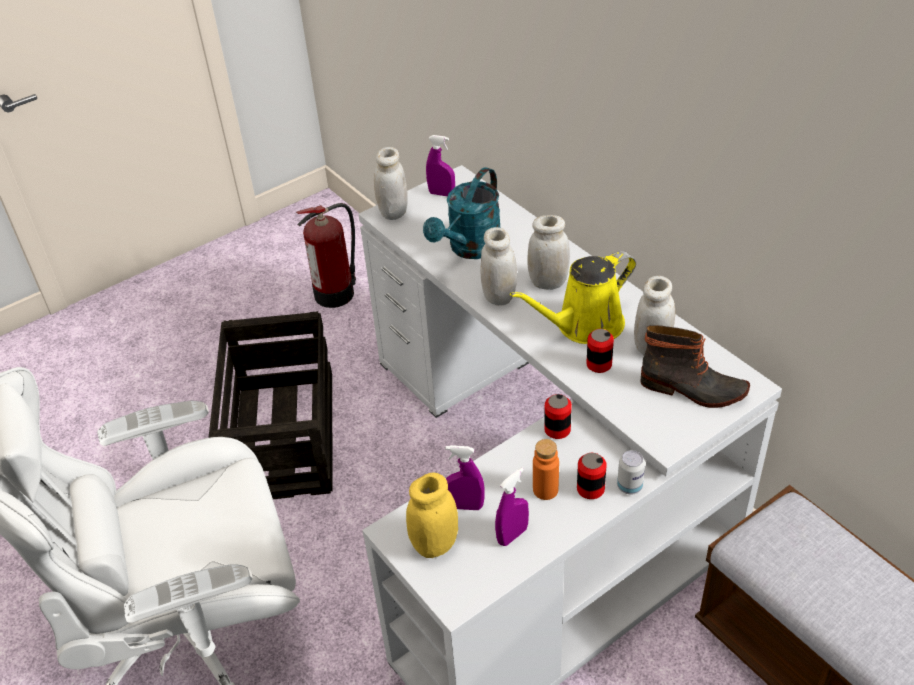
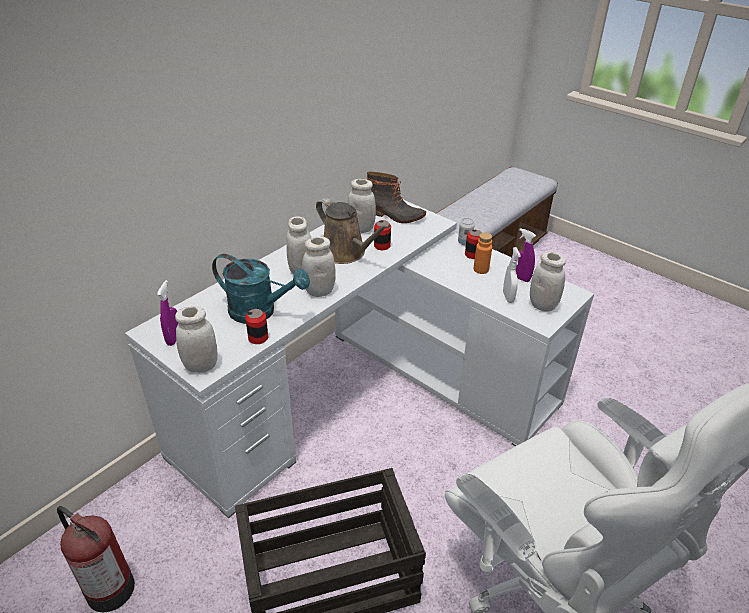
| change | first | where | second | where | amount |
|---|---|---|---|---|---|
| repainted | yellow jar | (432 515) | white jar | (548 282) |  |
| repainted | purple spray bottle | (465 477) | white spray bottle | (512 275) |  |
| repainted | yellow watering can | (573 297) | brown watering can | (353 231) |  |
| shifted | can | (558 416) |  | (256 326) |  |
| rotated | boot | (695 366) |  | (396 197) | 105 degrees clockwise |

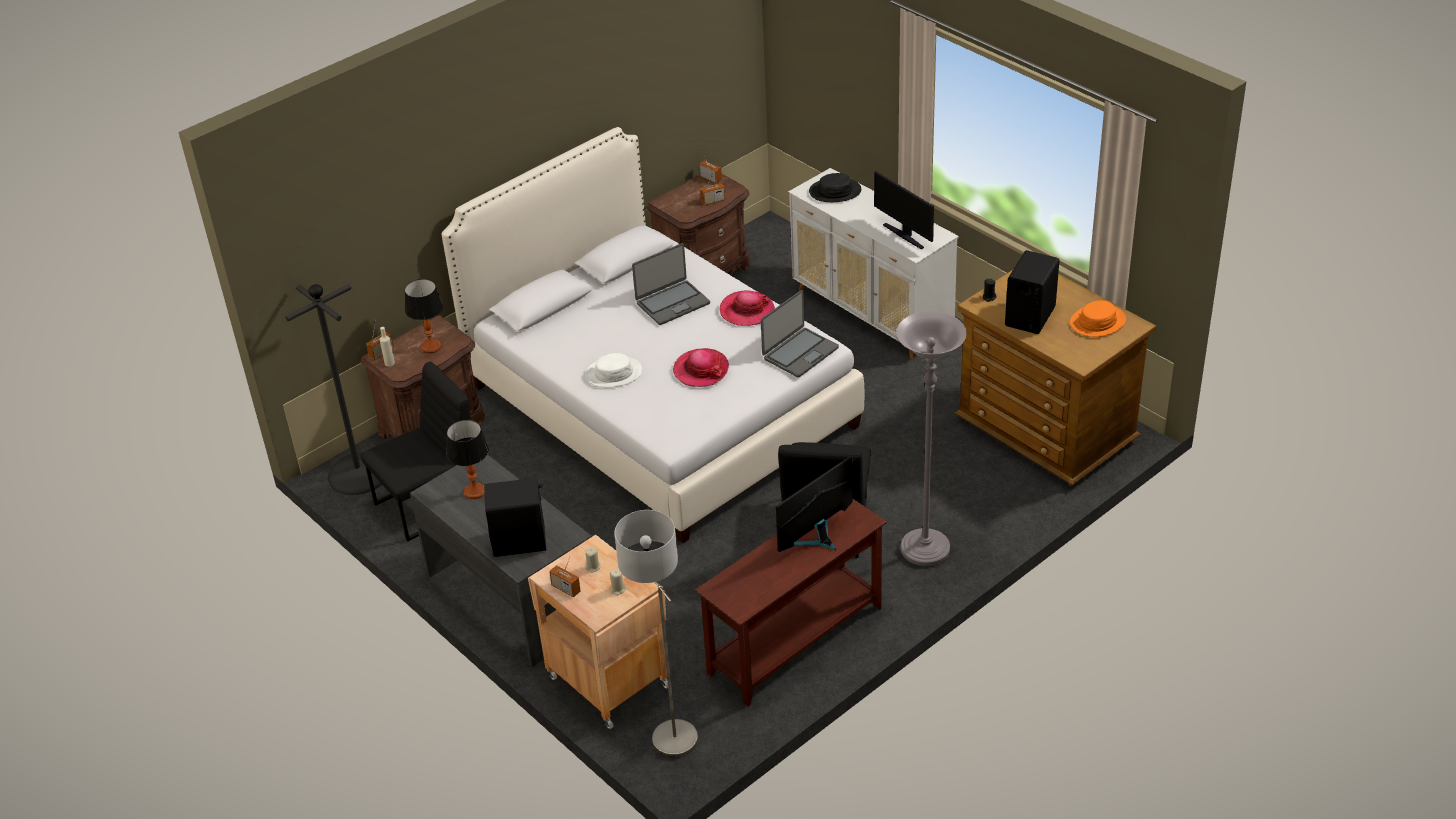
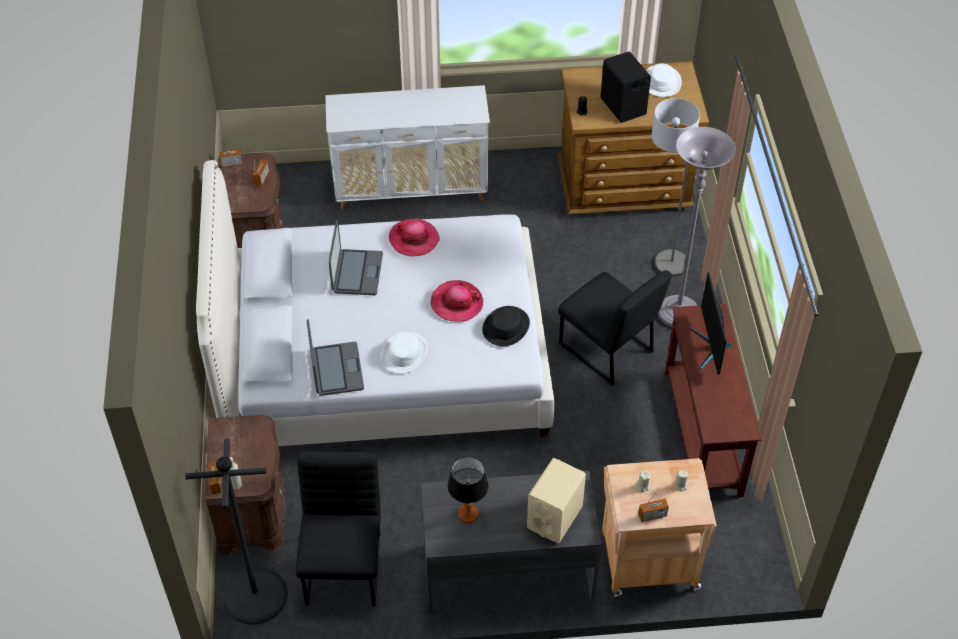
| change | first | where | second | where | amount |
|---|---|---|---|---|---|
| gone | table lamp | (424 316) |  |  |  |
| repainted | black speaker | (515 517) | beige speaker | (556 500) |  |
| shifted | grey floor lamp | (656 634) |  | (676 187) |  |
| shifted | laptop | (800 333) |  | (335 357) |  |
| shifted | black hat | (835 187) |  | (506 326) |  |
| gone | monitor | (904 210) |  |  |  |
| repainted | orange hat | (1098 318) | white hat | (664 80) |  |

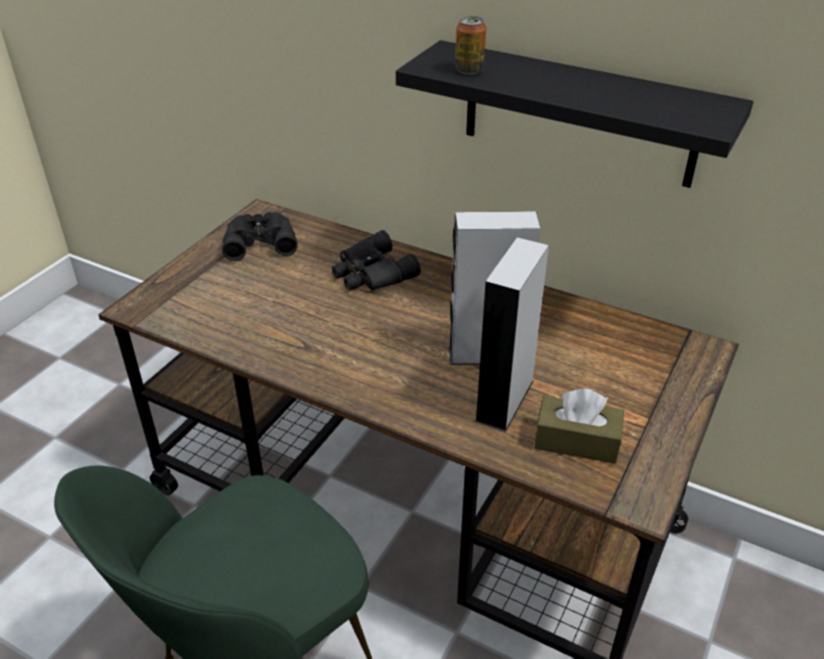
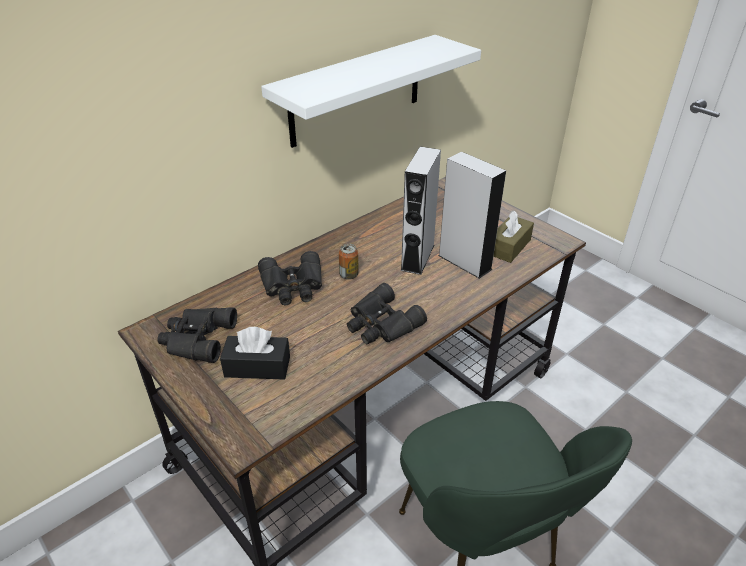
| change | first | where | second | where | amount |
|---|---|---|---|---|---|
| repainted | black shelf | (574 114) | white shelf | (371 91) |  |
| shifted | can | (470 45) |  | (348 262) |  |
| new |  |  | black tissue box | (255 353) |  |
| new |  |  | black binoculars | (387 313) |  |

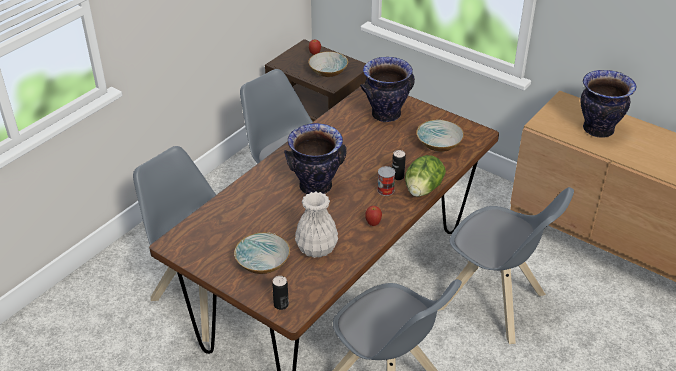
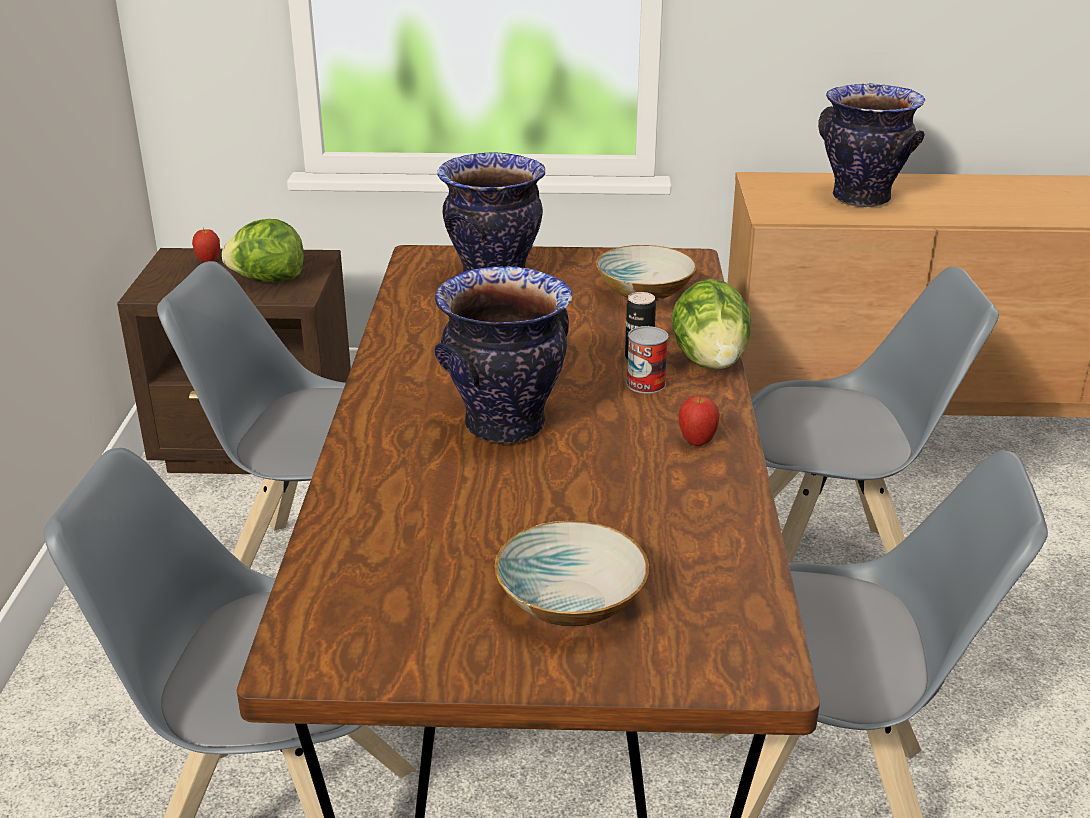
| change | first | where | second | where | amount |
|---|---|---|---|---|---|
| gone | can | (280 293) |  |  |  |
| gone | white vase | (316 225) |  |  |  |
| swapped | bowl | (328 64) | lettuce | (263 250) |  |

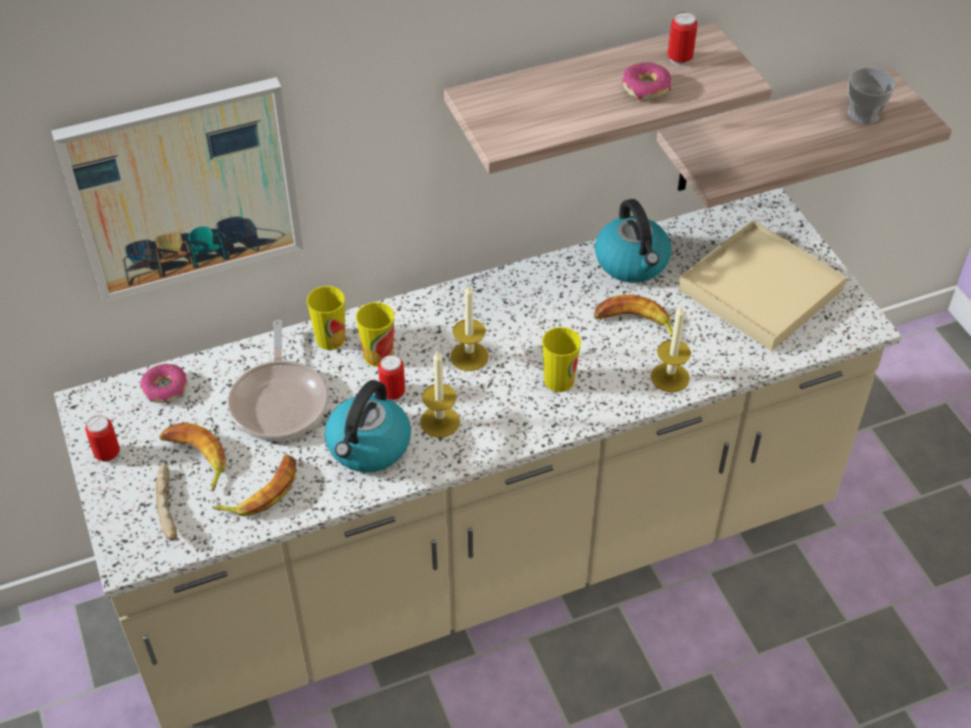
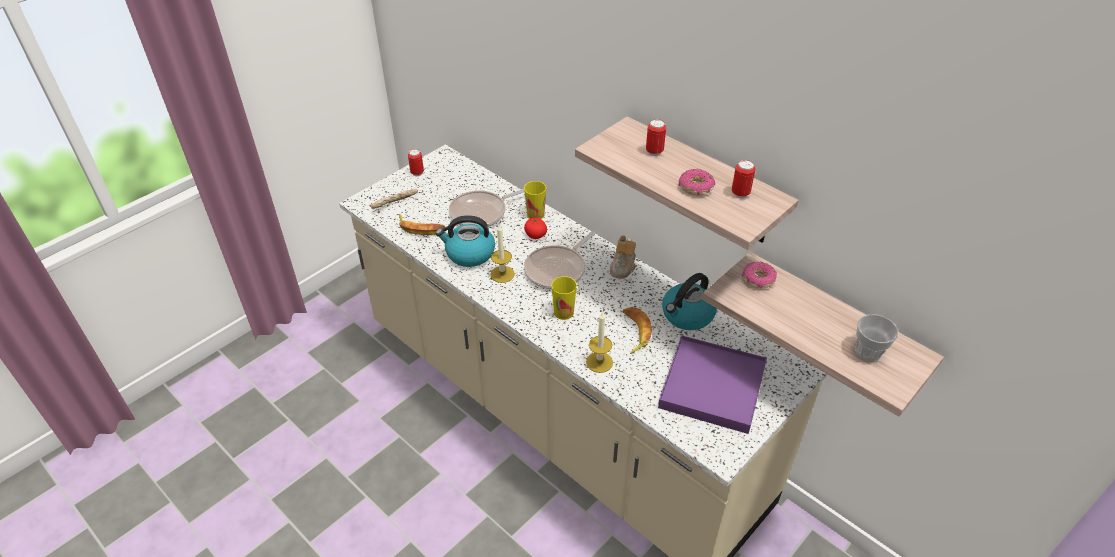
| change | first | where | second | where | amount |
|---|---|---|---|---|---|
| gone | picture | (177 190) |  |  |  |
| shifted | donut | (164 383) |  | (759 275) |  |
| gone | banana | (192 457) |  |  |  |
| swapped | cup | (375 334) | tomato | (535 228) |  |
| shifted | can | (391 378) |  | (656 137) |  |
| swapped | candle | (469 327) | frying pan | (559 261) |  |
| repainted | beige tray | (762 285) | purple tray | (712 384) |  |
| new |  |  | teapot | (623 257) |  |

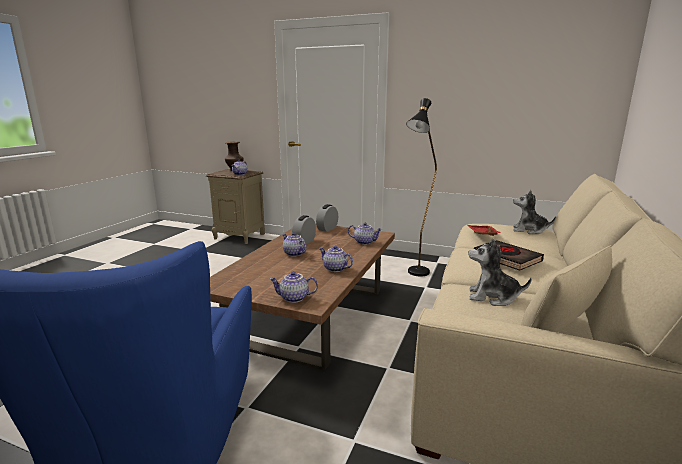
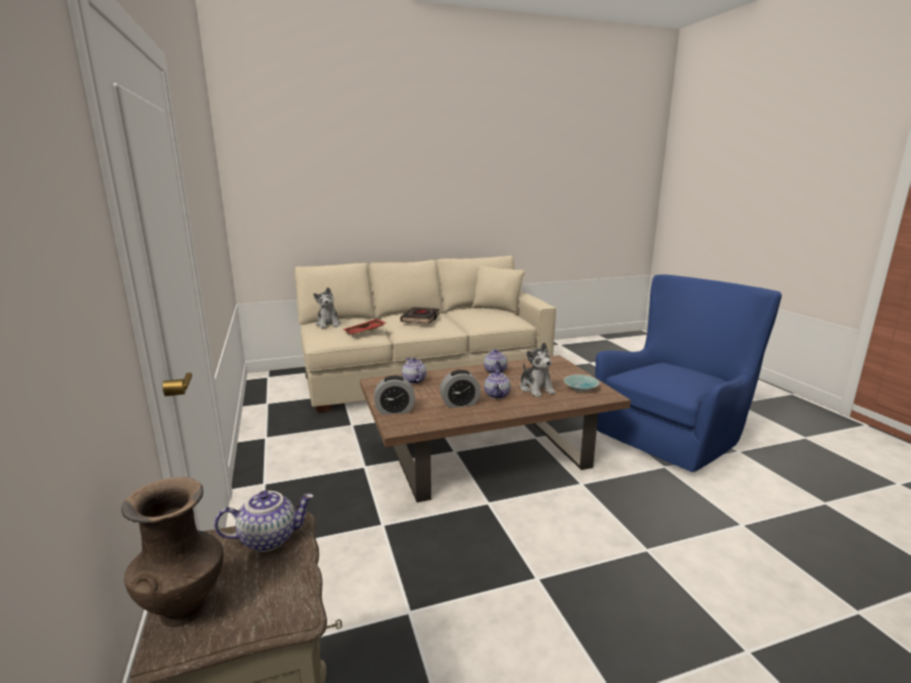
| change | first | where | second | where | amount |
|---|---|---|---|---|---|
| gone | teapot | (294 287) |  |  |  |
| gone | black floor lamp | (421 187) |  |  |  |
| shifted | plush toy | (500 272) |  | (538 369) |  |
| new |  |  | turquoise bowl | (581 383) |  |

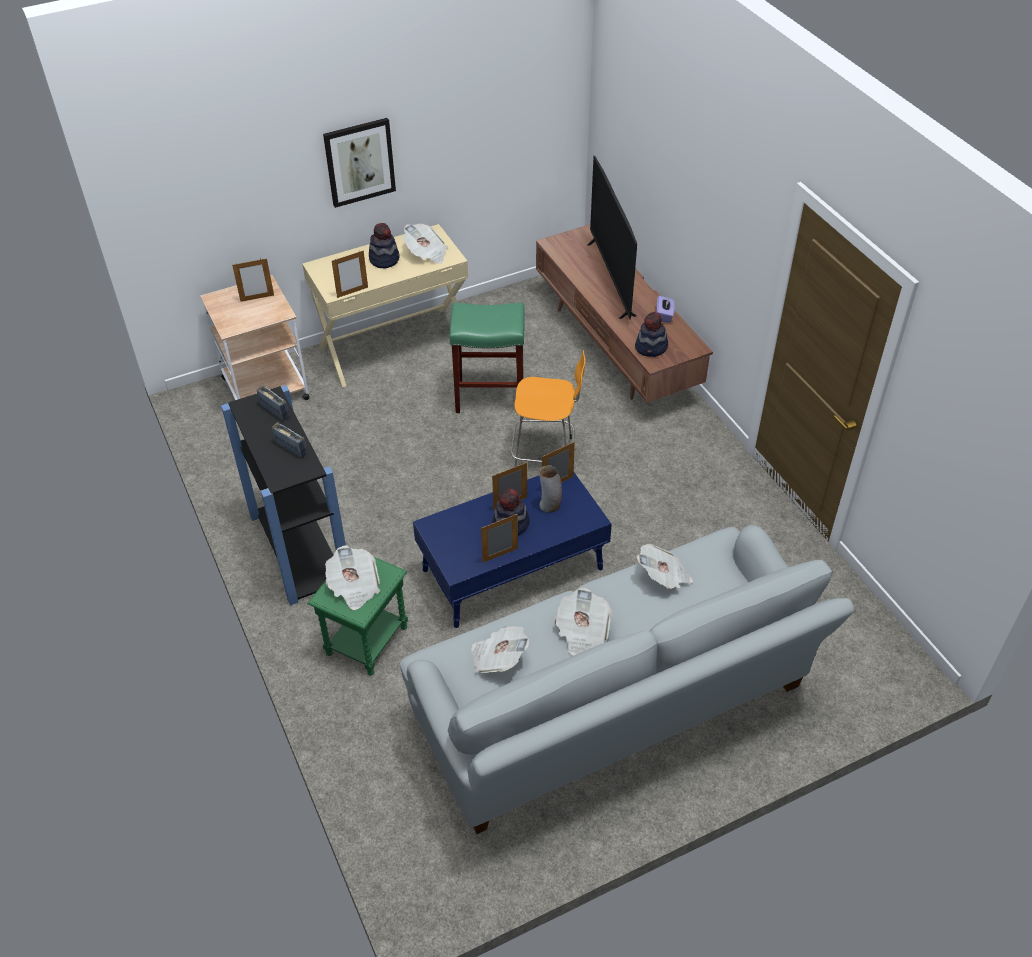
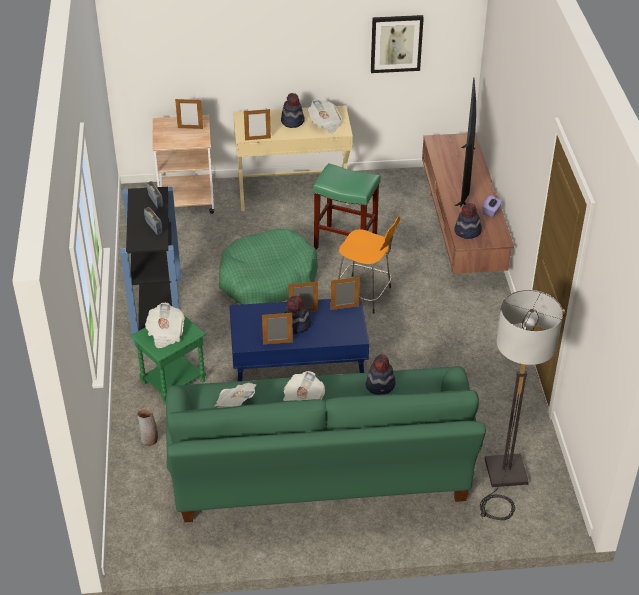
| change | first | where | second | where | amount |
|---|---|---|---|---|---|
| shifted | picture | (359 163) |  | (397 44) |  |
| repainted | grey sofa | (627 679) | green sofa | (326 444) |  |
| shifted | vase | (550 489) |  | (147 427) |  |
| swapped | newspaper | (664 566) | hat | (380 374) |  |
| new |  |  | green dog bed | (268 266) |  |
| new |  |  | floor lamp | (521 405) |  |

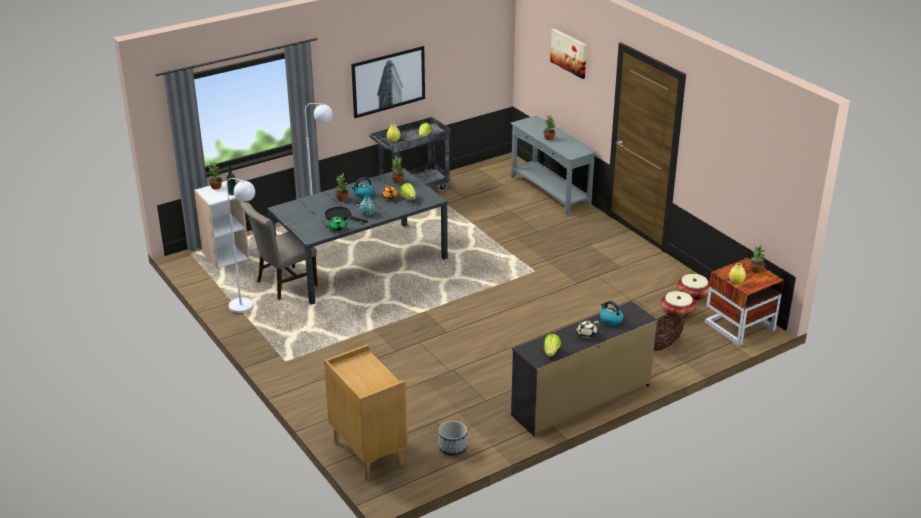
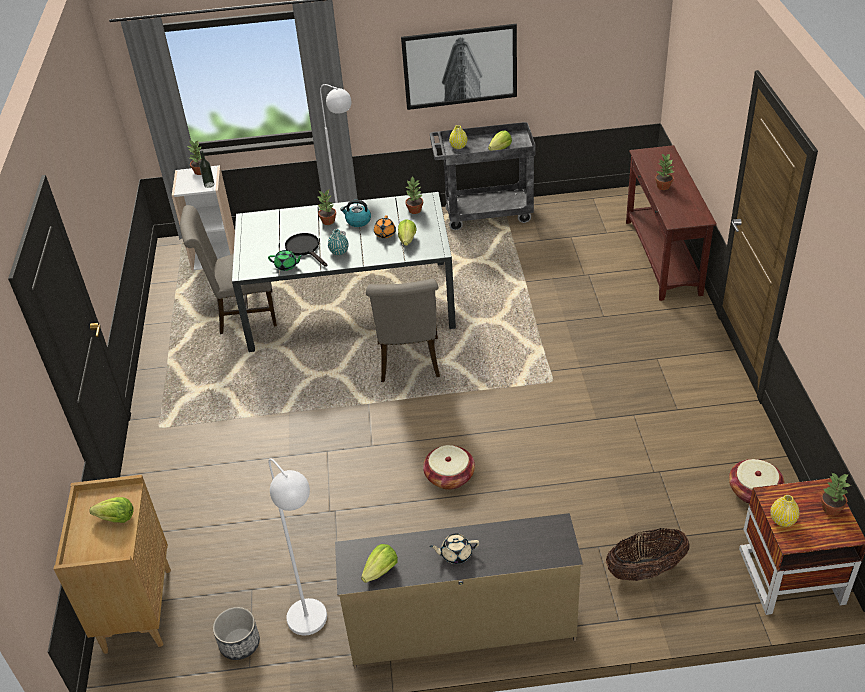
| change | first | where | second | where | amount |
|---|---|---|---|---|---|
| shifted | white floor lamp | (240 246) |  | (298 547) |  |
| repainted | grey console table | (553 165) | brown console table | (671 223) |  |
| gone | picture | (568 54) |  |  |  |
| gone | kettle | (611 313) |  |  |  |
| shifted | basket | (678 304) |  | (449 467) |  |
| new |  |  | lettuce | (111 510) |  |
| new |  |  | beige chair | (403 330) |  |

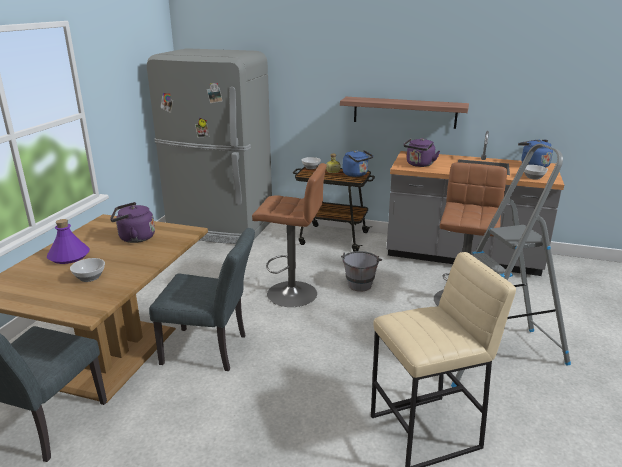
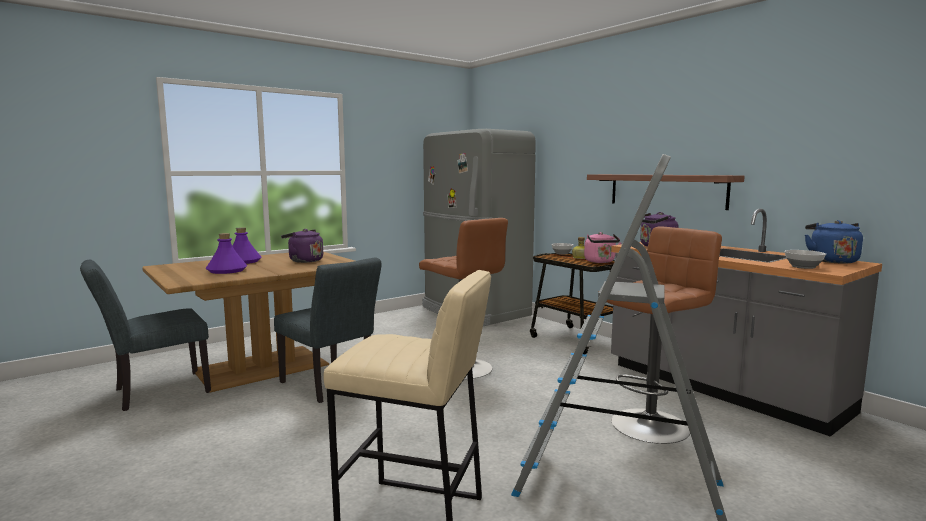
| change | first | where | second | where | amount |
|---|---|---|---|---|---|
| swapped | bowl | (87 270) | purple bottle | (226 253) |  |
| gone | grey bucket | (361 271) |  |  |  |
| repainted | blue kettle | (358 163) | pink kettle | (603 247) |  |

